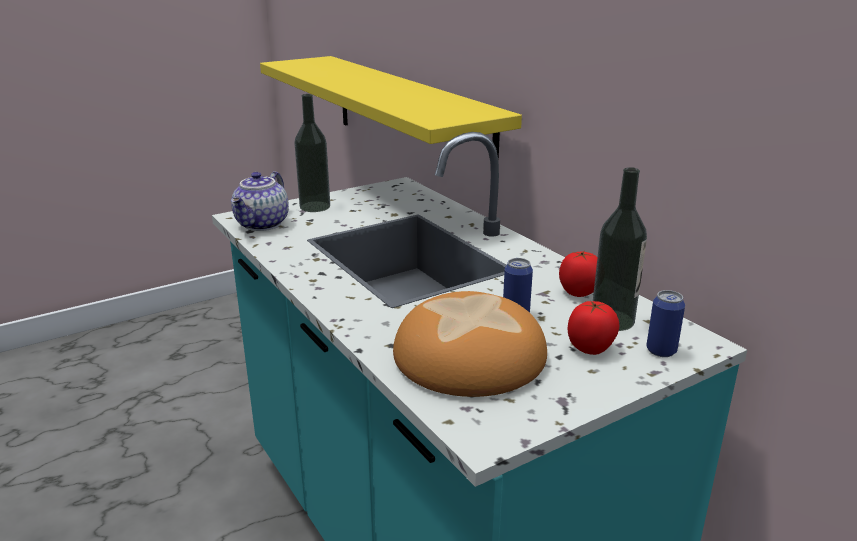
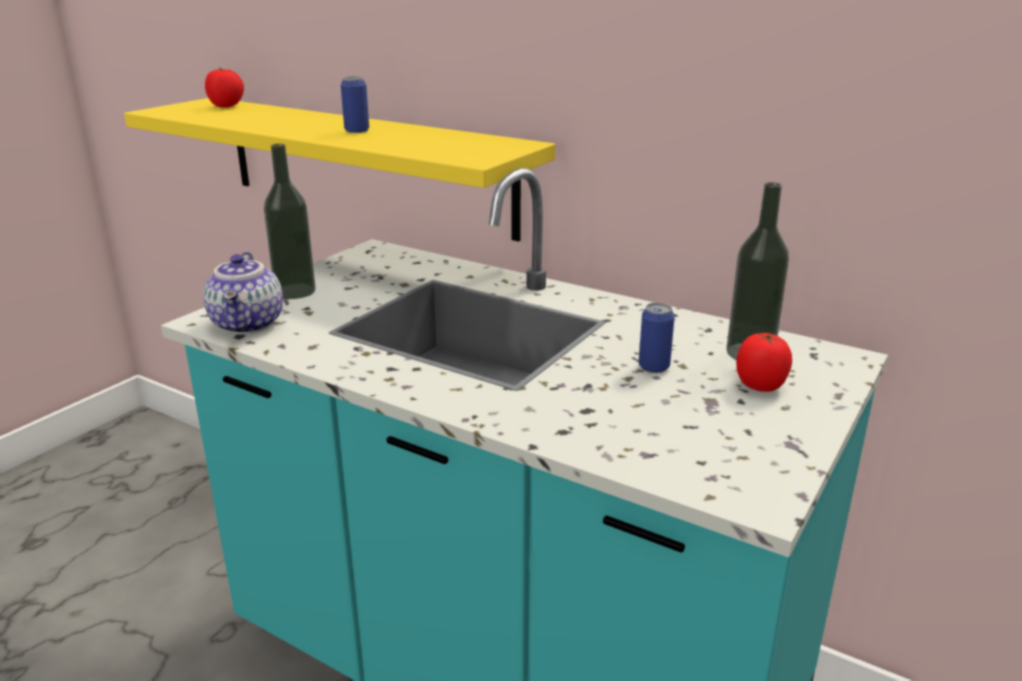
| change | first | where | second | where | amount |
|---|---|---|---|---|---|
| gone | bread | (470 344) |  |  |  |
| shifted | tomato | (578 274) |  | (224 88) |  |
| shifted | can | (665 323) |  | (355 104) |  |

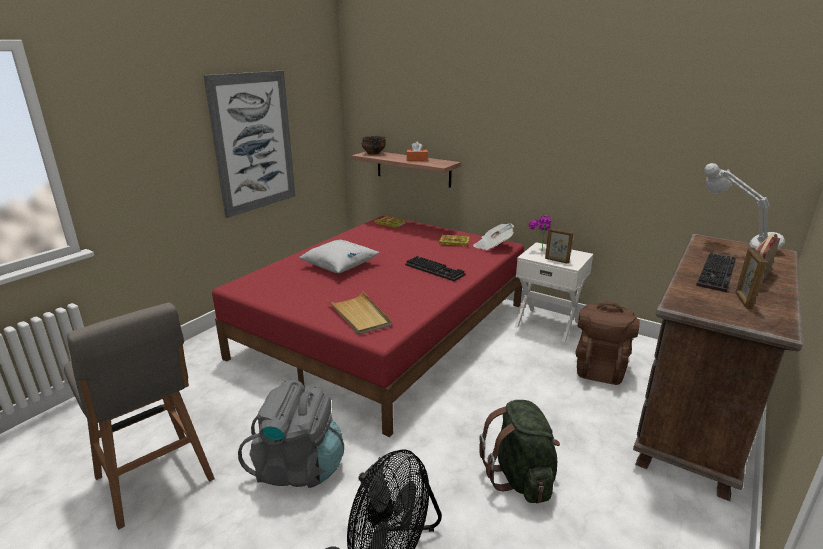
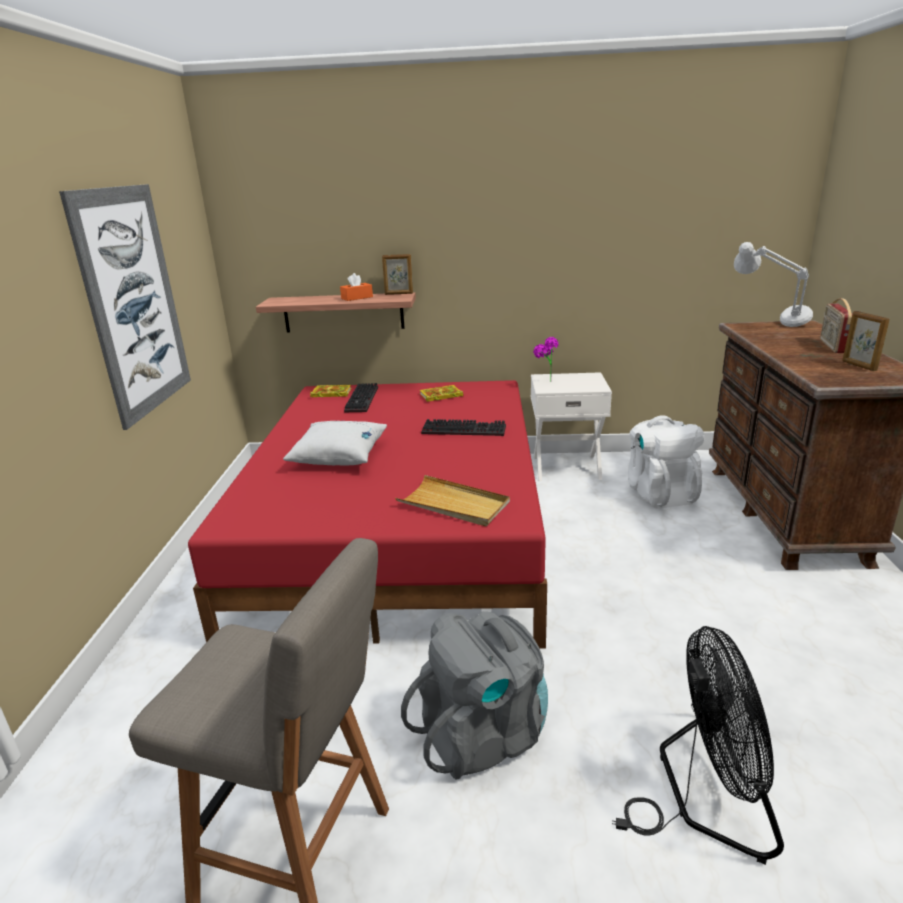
| change | first | where | second | where | amount |
|---|---|---|---|---|---|
| gone | bowl | (374 145) |  |  |  |
| gone | newspaper | (493 237) |  |  |  |
| gone | green backpack | (519 451) |  |  |  |
| shifted | picture frame | (559 246) |  | (397 274) |  |
| repainted | brown backpack | (607 343) | white backpack | (666 461) |  |
| shifted | keyboard | (716 272) |  | (361 397) |  |

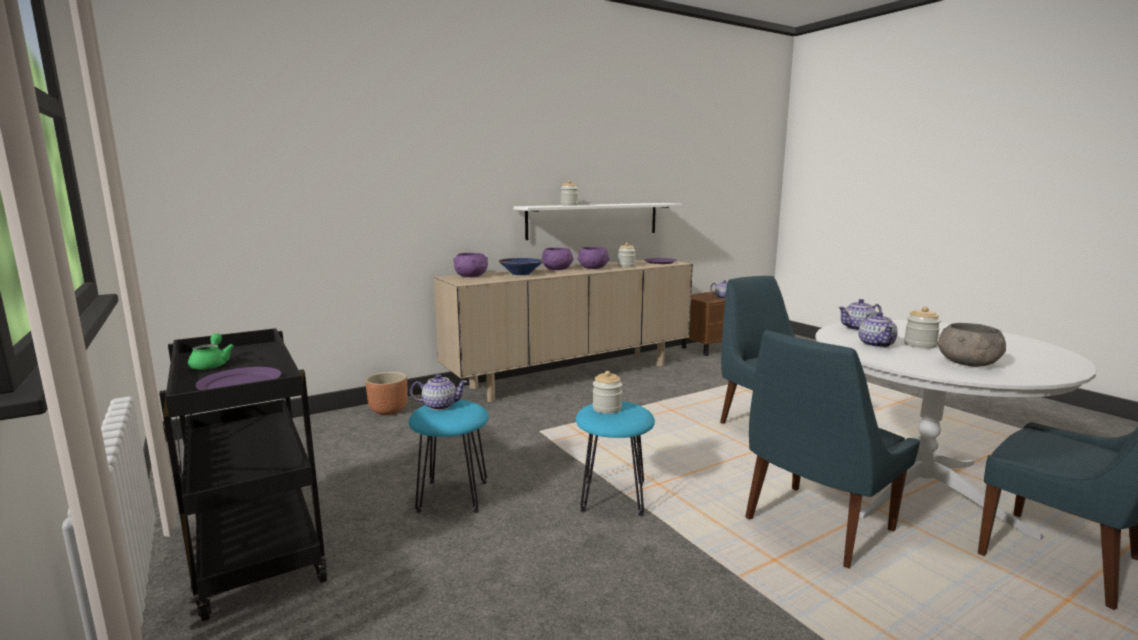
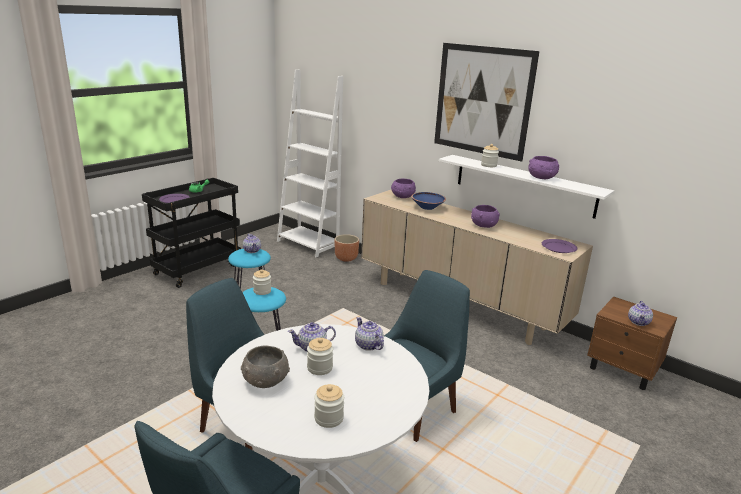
| change | first | where | second | where | amount |
|---|---|---|---|---|---|
| shifted | purple bowl | (557 259) |  | (543 167) |  |
| shifted | jar | (627 255) |  | (329 406) |  |
| new |  |  | white bookcase | (310 163) |  |
| new |  |  | picture | (486 102) |  |

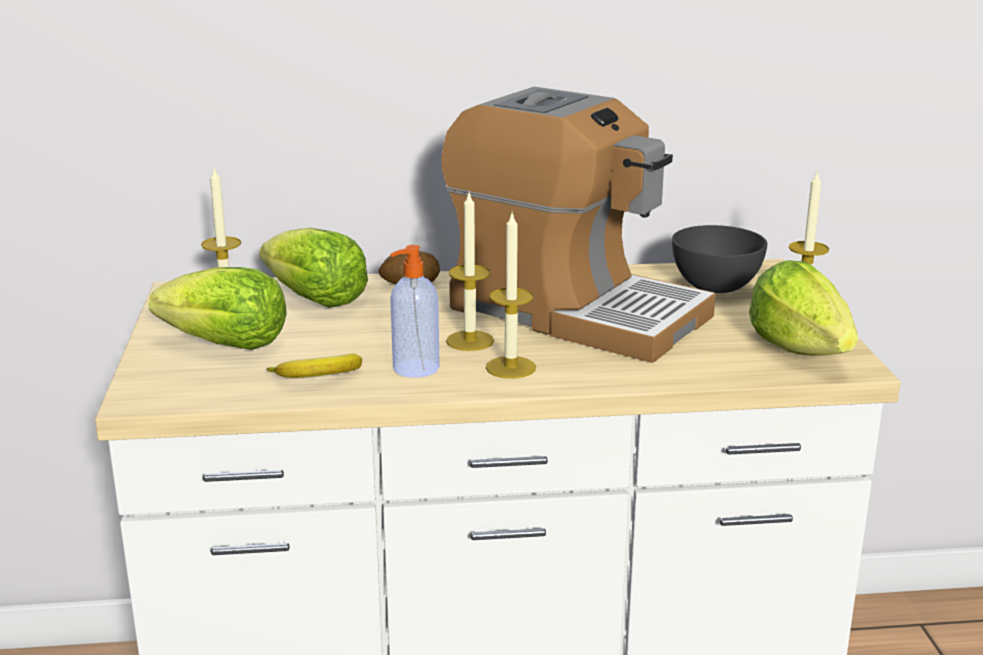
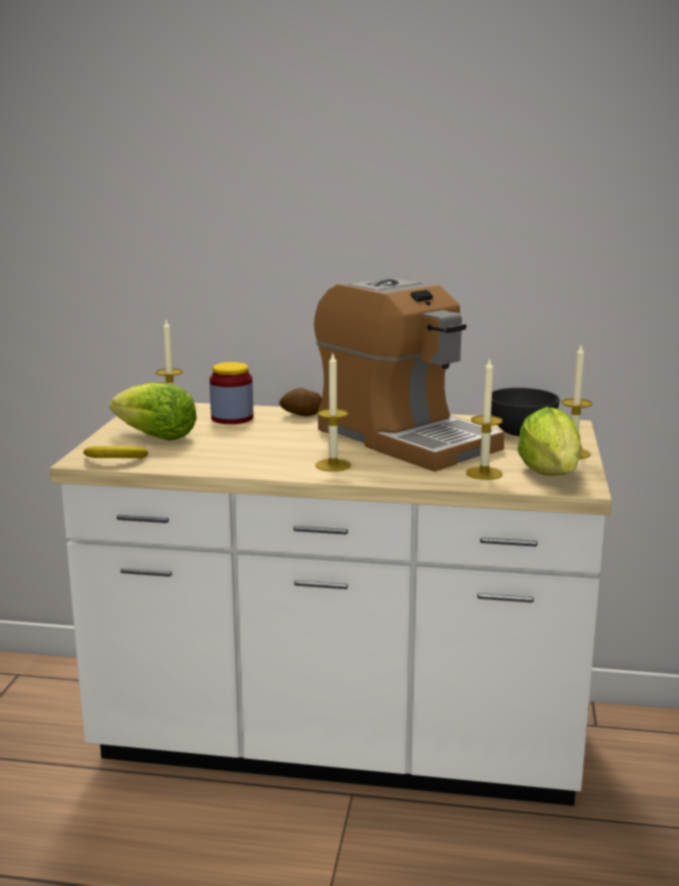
| change | first | where | second | where | amount |
|---|---|---|---|---|---|
| swapped | lettuce | (313 268) | jar | (231 393) |  |
| shifted | banana | (314 366) |  | (115 452) |  |
| gone | soap dispenser | (415 311) |  |  |  |
| shifted | candle | (470 272) |  | (484 419) |  |

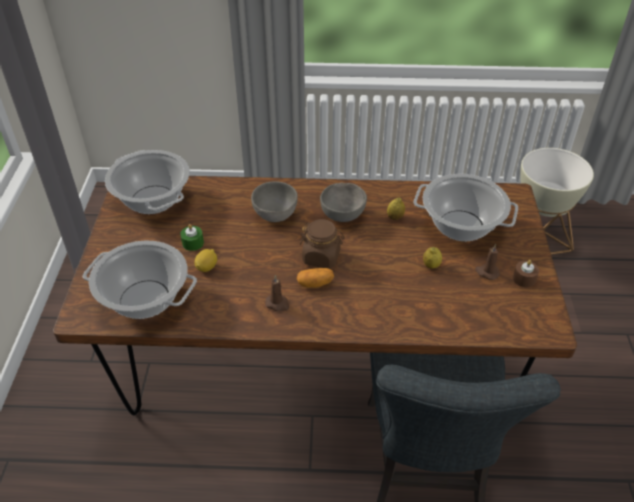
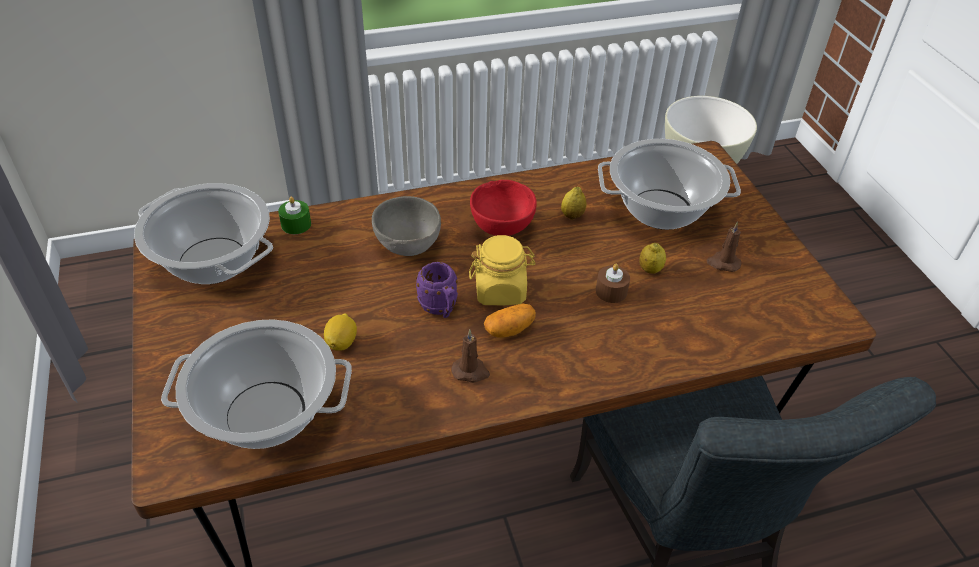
| change | first | where | second | where | amount |
|---|---|---|---|---|---|
| shifted | green candle | (192 237) |  | (294 215) |  |
| repainted | brown jar | (322 244) | yellow jar | (502 270) |  |
| repainted | grey bowl | (343 202) | red bowl | (503 208) |  |
| shifted | brown candle | (526 273) |  | (613 283) |  |
| new |  |  | purple mug | (437 290) |  |

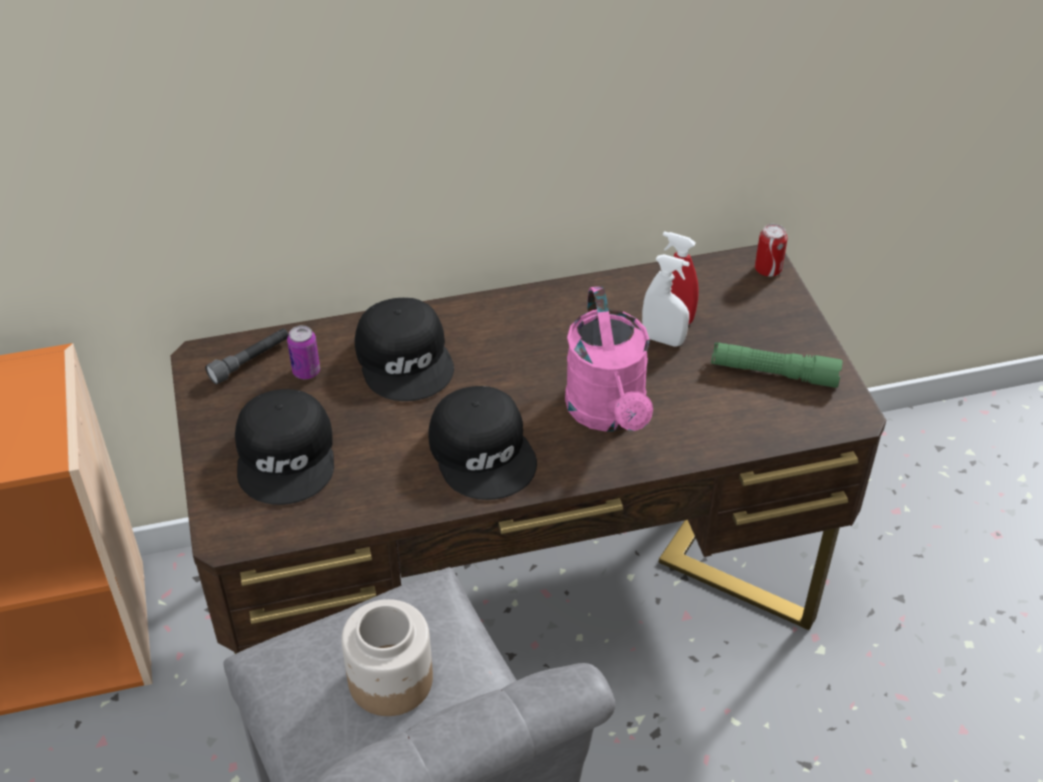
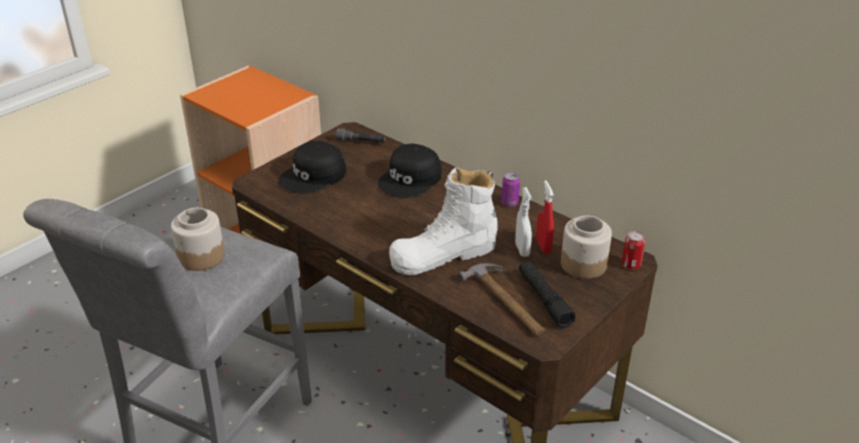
| change | first | where | second | where | amount |
|---|---|---|---|---|---|
| shifted | can | (303 352) |  | (510 189) |  |
| gone | black cap | (482 443) |  |  |  |
| swapped | pink watering can | (609 359) | white boot | (443 221) |  |
| repainted | green flashlight | (777 365) | black flashlight | (547 294) |  |
| new |  |  | hammer | (501 299) |  |
| new |  |  | jar | (586 247) |  |

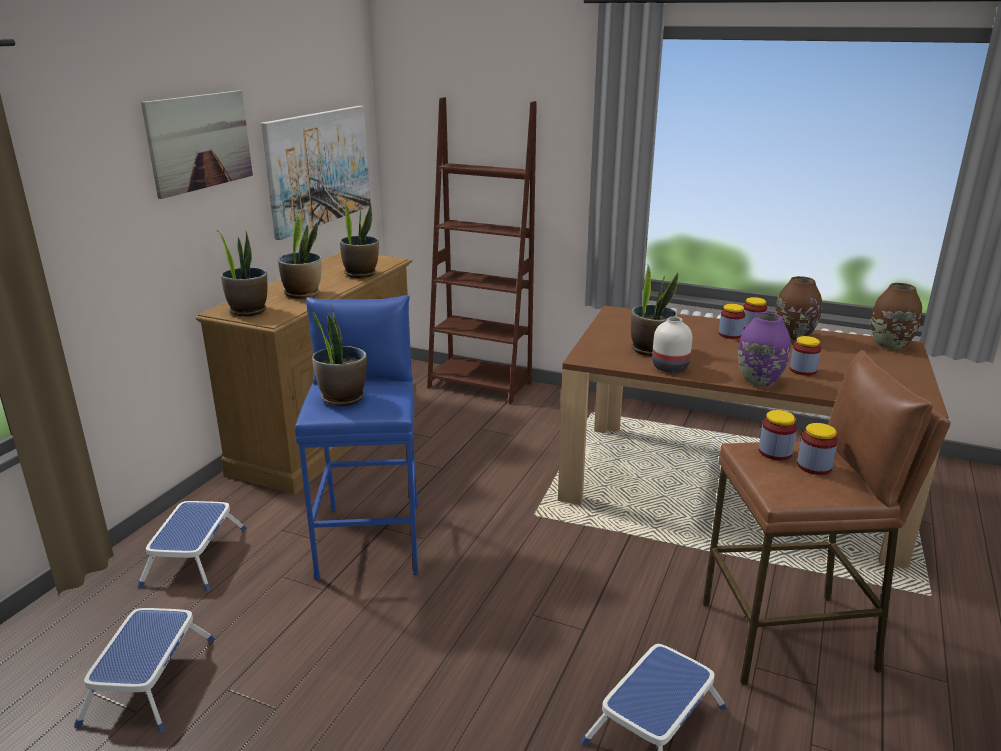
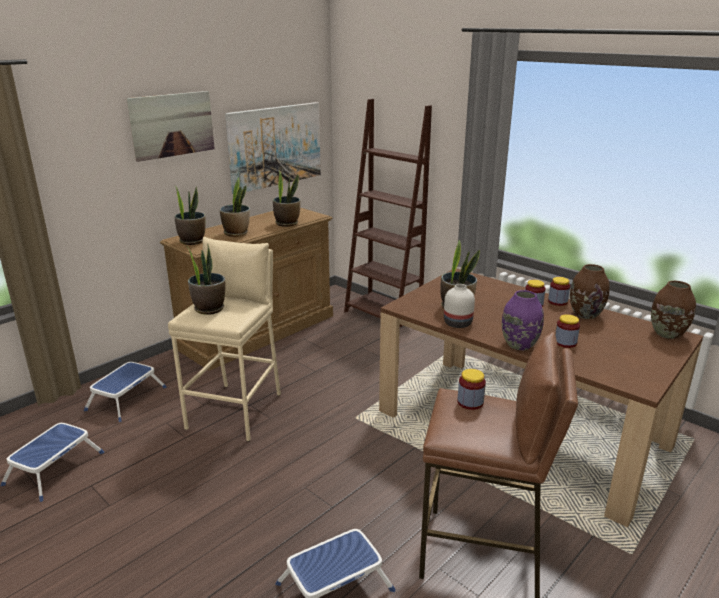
| change | first | where | second | where | amount |
|---|---|---|---|---|---|
| repainted | blue stool | (356 437) | beige stool | (224 339) |  |
| gone | jar | (817 449) |  |  |  |

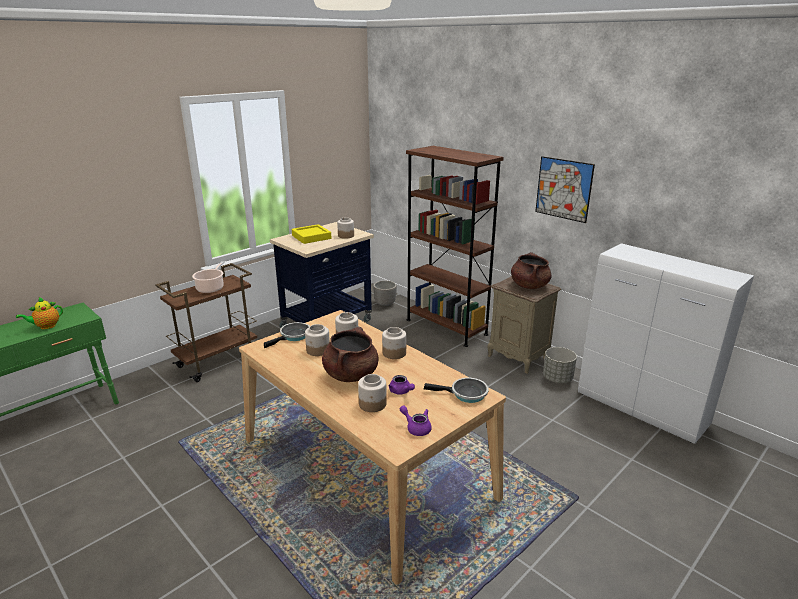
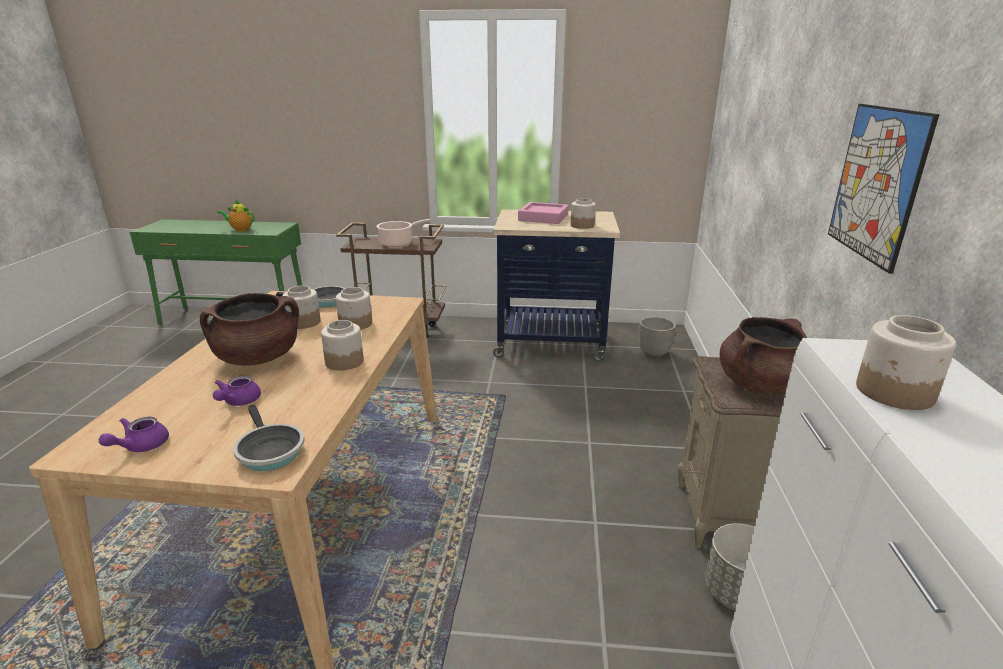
| change | first | where | second | where | amount |
|---|---|---|---|---|---|
| repainted | yellow tray | (311 234) | pink tray | (543 213) |  |
| shifted | jar | (372 393) |  | (906 362) |  |
| rotated | purple teapot | (416 420) |  | (134 434) | 150 degrees counterclockwise |
| gone | brown bookcase | (455 246) |  |  |  |

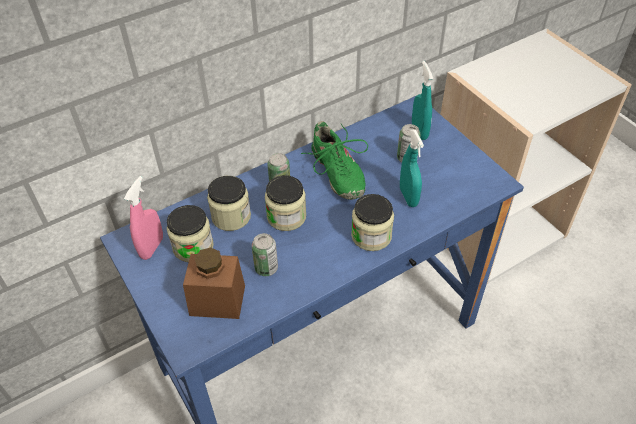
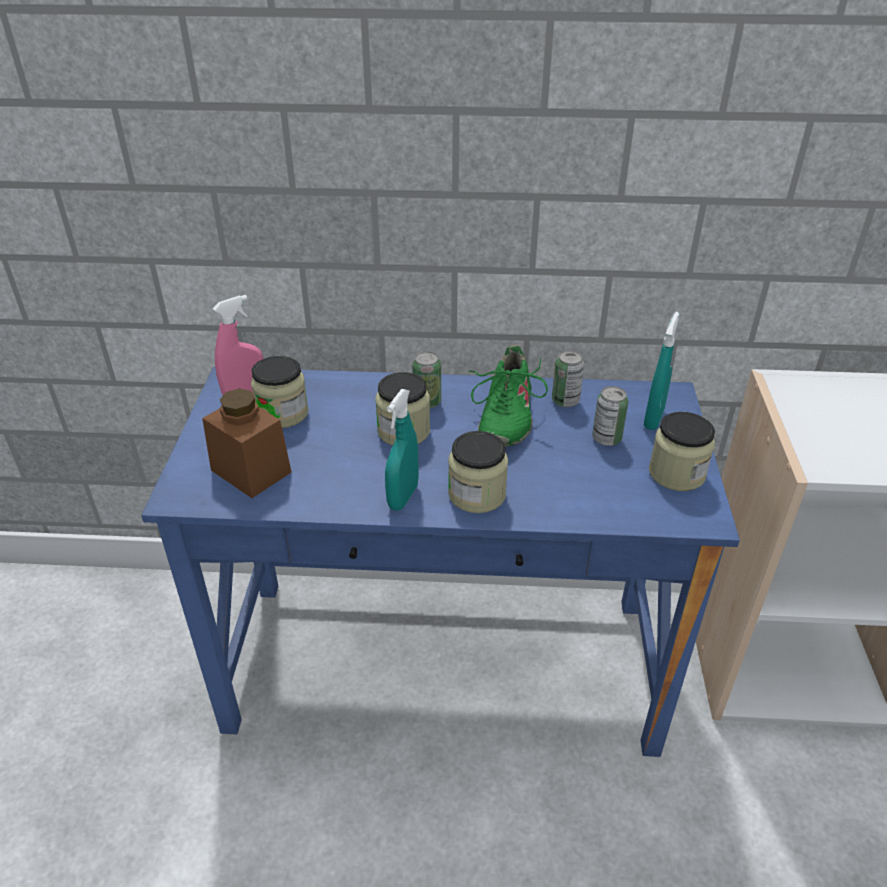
| change | first | where | second | where | amount |
|---|---|---|---|---|---|
| shifted | jar | (229 203) |  | (682 451) |  |
| shifted | can | (265 254) |  | (568 378) |  |
| shifted | turquoise spray bottle | (412 168) |  | (402 450) |  |

